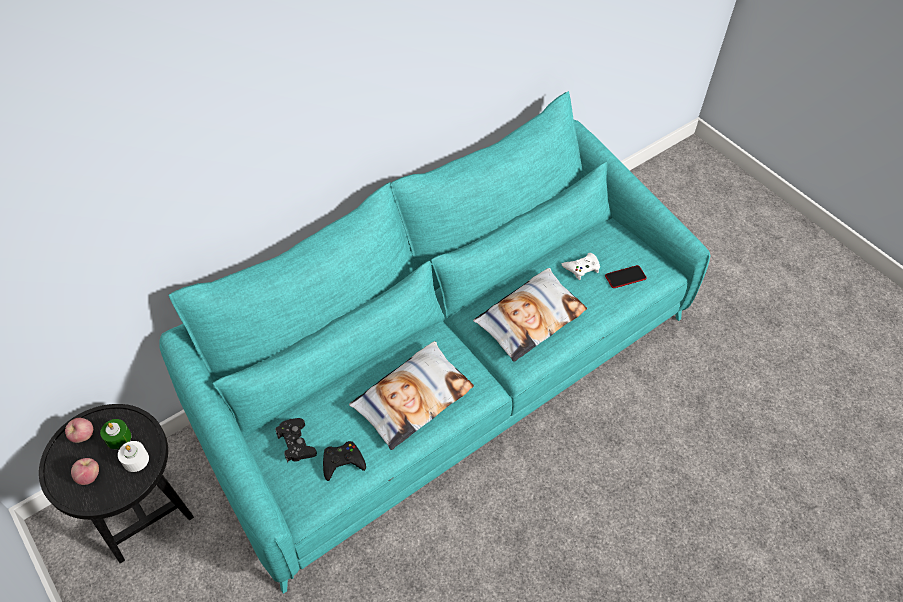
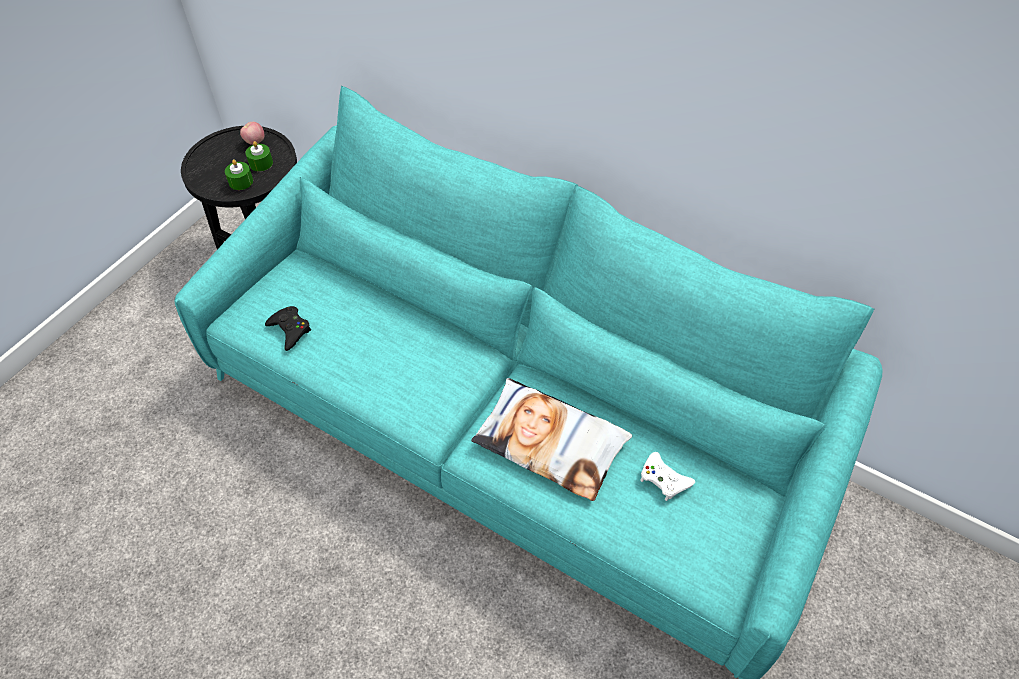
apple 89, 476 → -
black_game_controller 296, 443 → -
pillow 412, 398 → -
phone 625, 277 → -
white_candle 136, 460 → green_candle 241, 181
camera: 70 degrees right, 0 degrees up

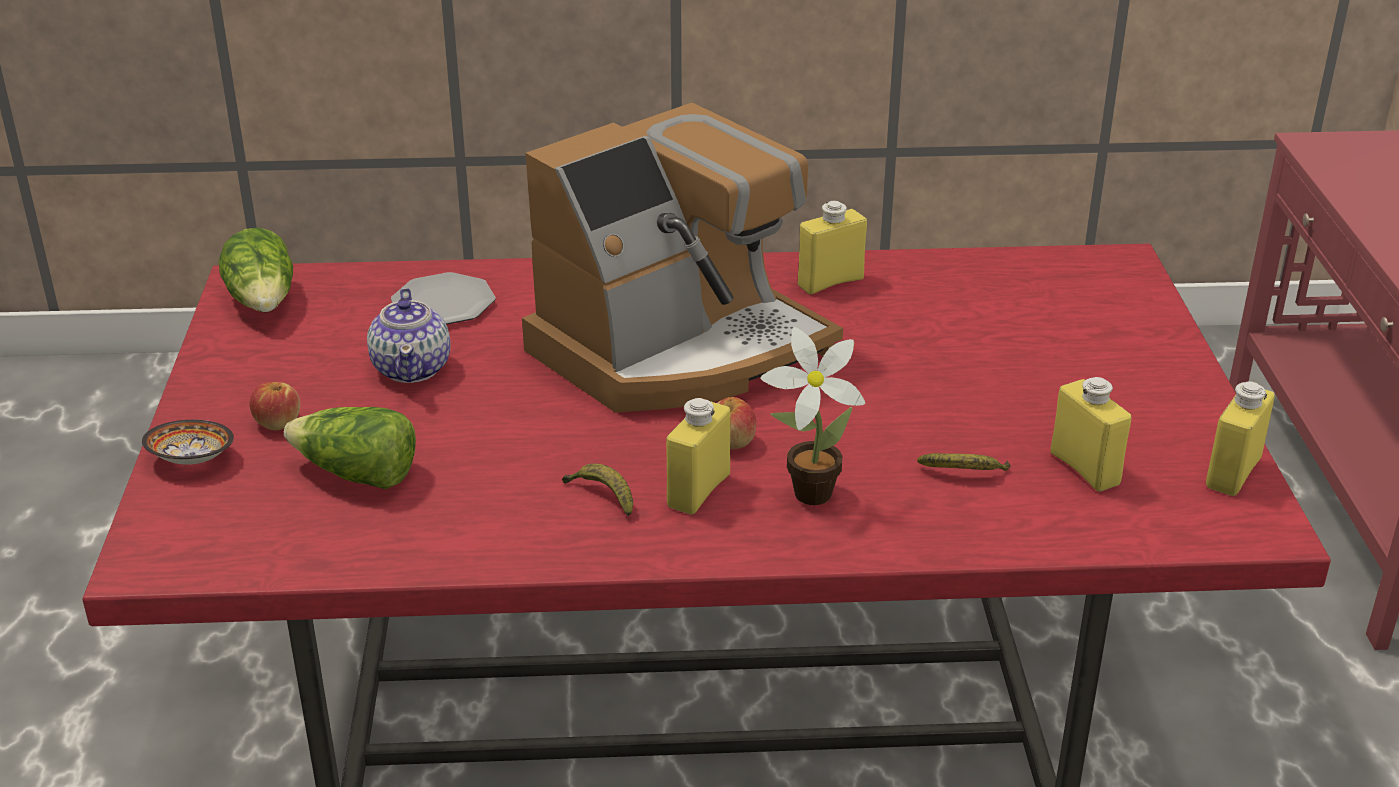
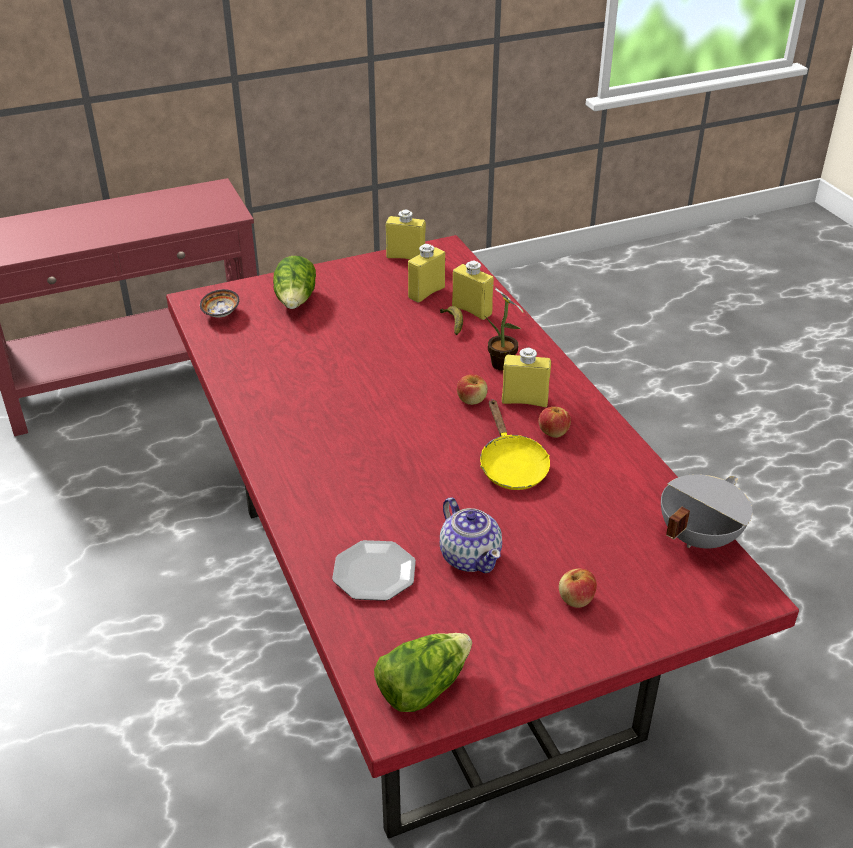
coffee_machine 680, 349 → -
- → yellow_frying_pan 511, 466
- → grey_cooking_pot 697, 536
bowl 192, 459 → bowl 221, 313, moved
lettuce 357, 475 → lettuce 296, 301, moved
yellow_bottle 830, 282 → yellow_bottle 472, 310, moved
banana 603, 496 → apple 553, 432
teapot 412, 368 → teapot 470, 556, 90 degrees clockwise
camera: 110 degrees left, 5 degrees up

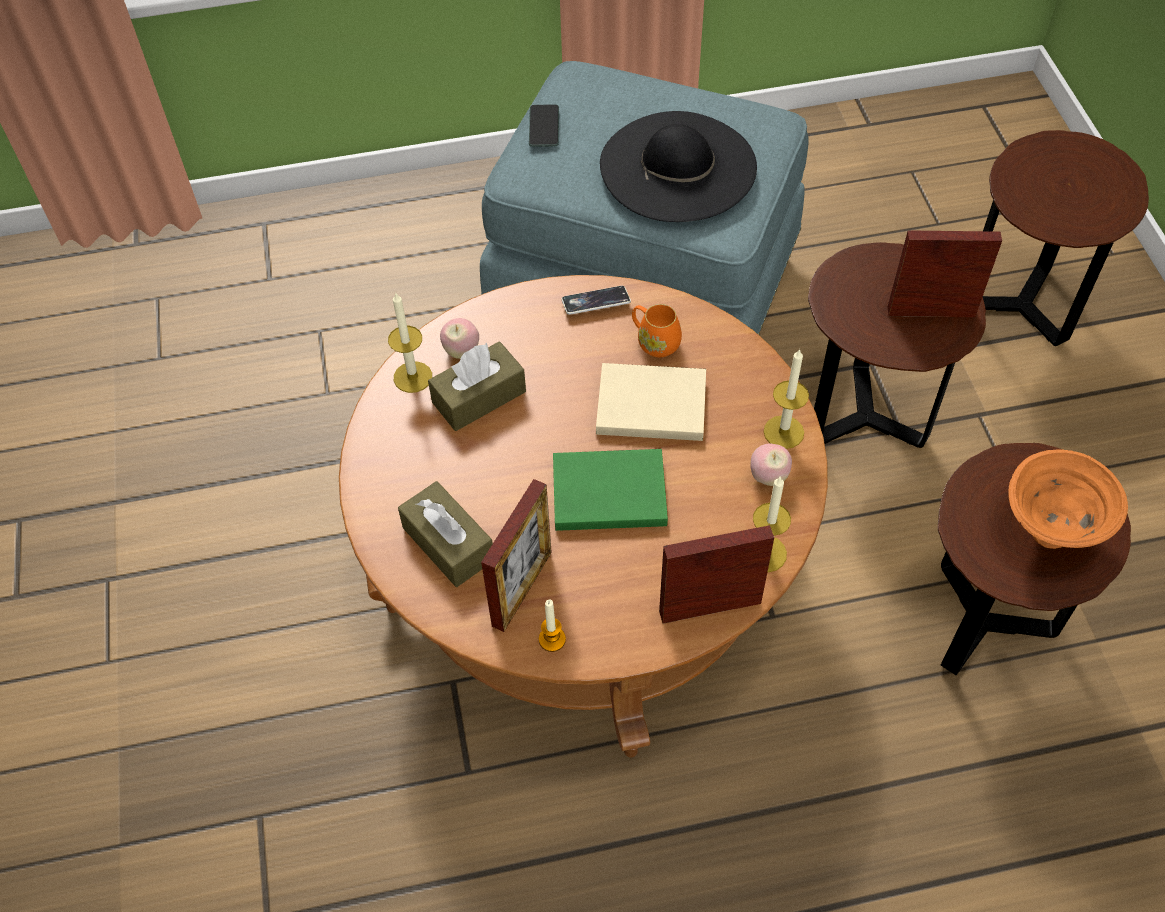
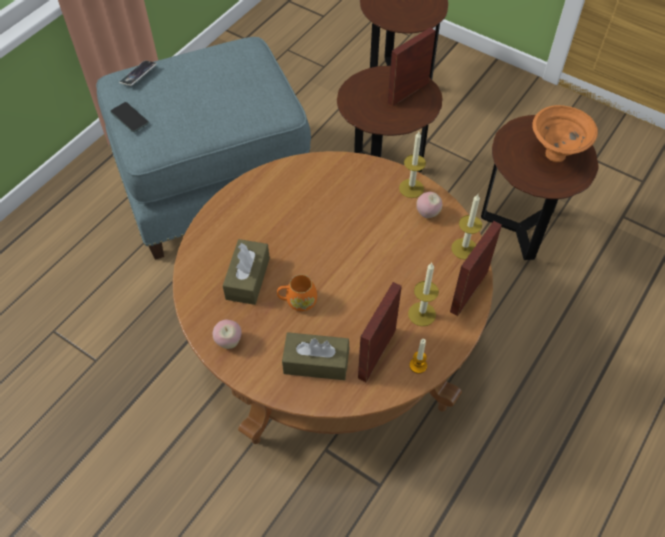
green_book 605, 491 → -
beige_book 648, 404 → -
black_hat 677, 166 → -
candle 413, 377 → candle 422, 314, moved
apple 461, 351 → apple 229, 341, moved
phone 596, 303 → phone 138, 75, moved
orange_mug 654, 342 → orange_mug 297, 301, moved
picture_frame 522, 588 → picture_frame 377, 354, 135 degrees counterclockwise
camera: 45 degrees left, 0 degrees up

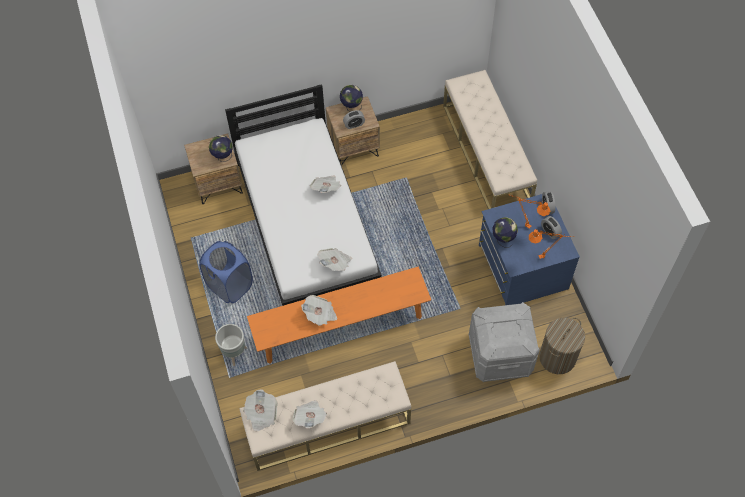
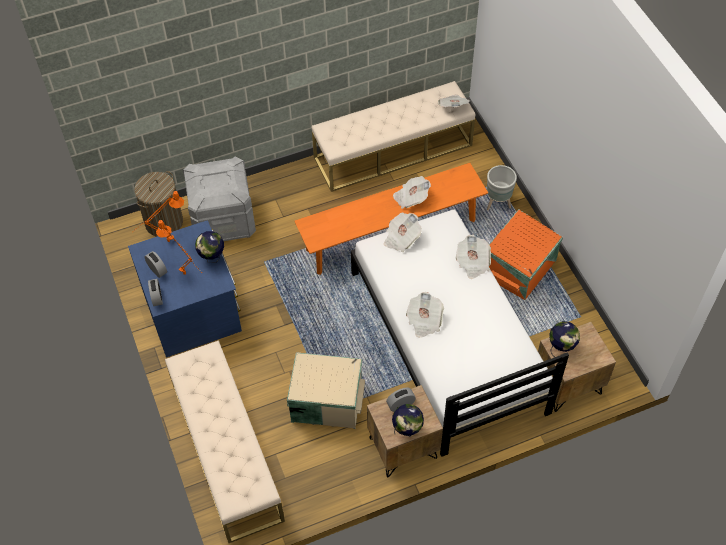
- → beige_storage_box 326, 400
newspaper 310, 417 → newspaper 473, 263, moved
blue_laundry_basket 230, 285 → orange_storage_box 520, 268
camera: 175 degrees right, 5 degrees down

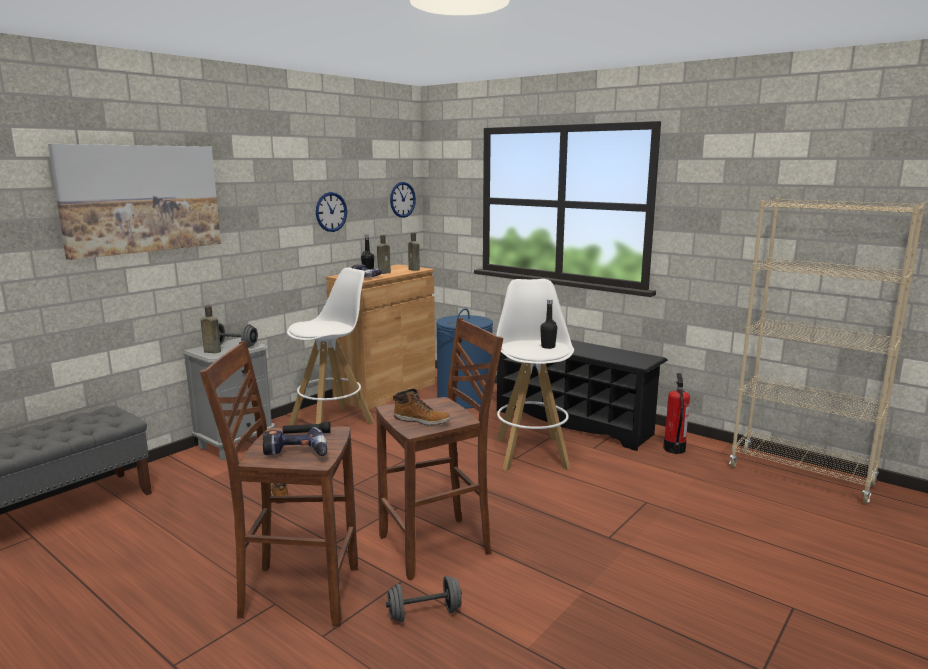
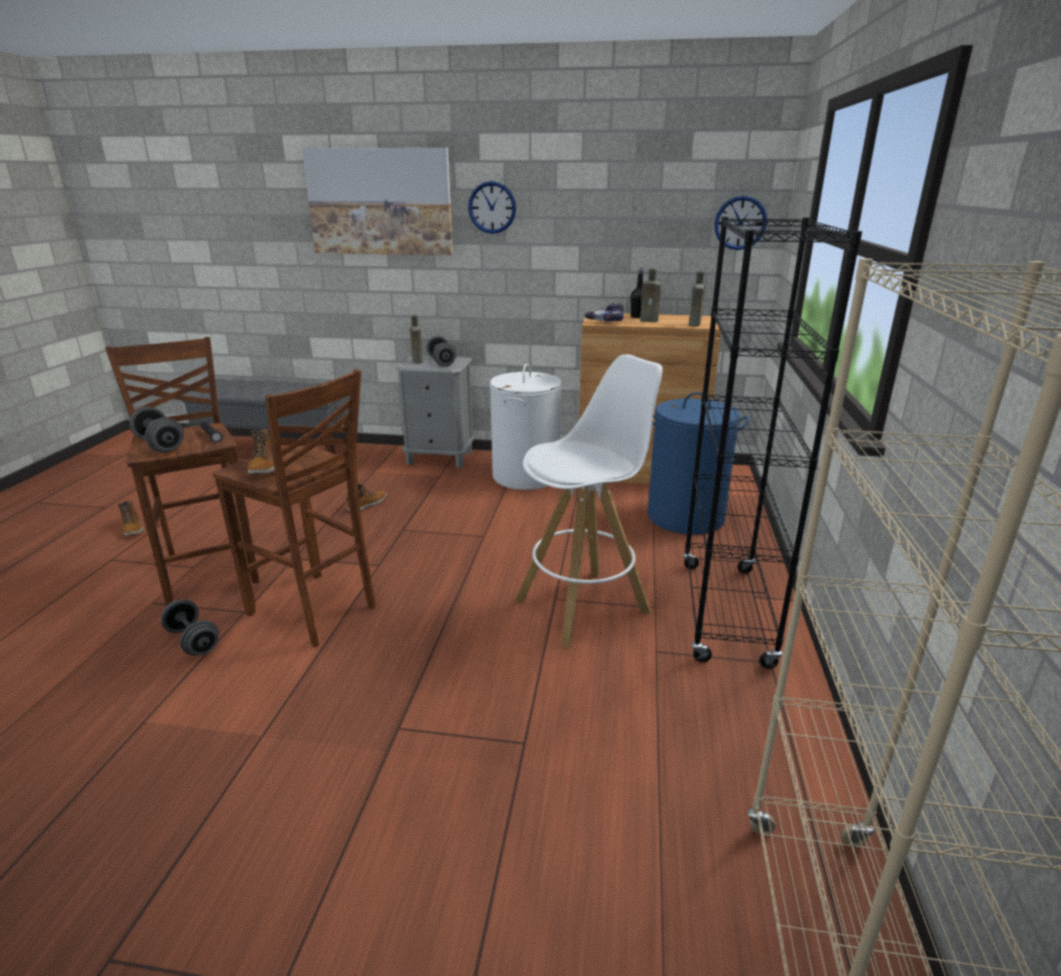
black_bottle 548, 347 → -
fire_extinguisher 674, 449 → -
- → boot 133, 528
wall_clock 331, 212 → wall_clock 492, 207, moved
power_drill 296, 454 → grey_dumbbell 160, 445
white_stool 332, 423 → white_laundry_basket 526, 476
black_shoe_rack 574, 422 → black_bookcase 725, 613
camera: 60 degrees right, 10 degrees up

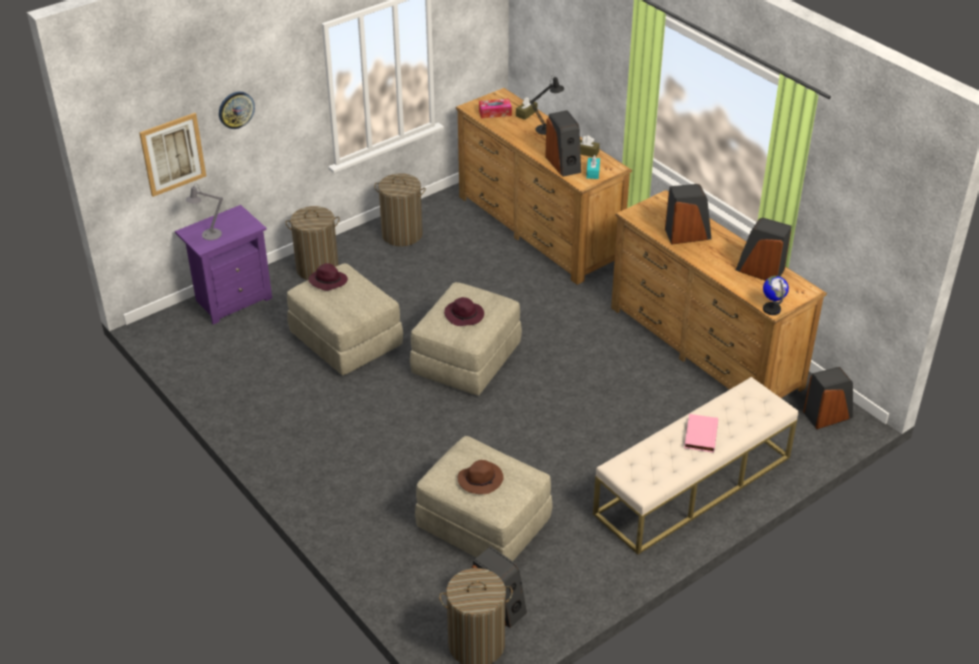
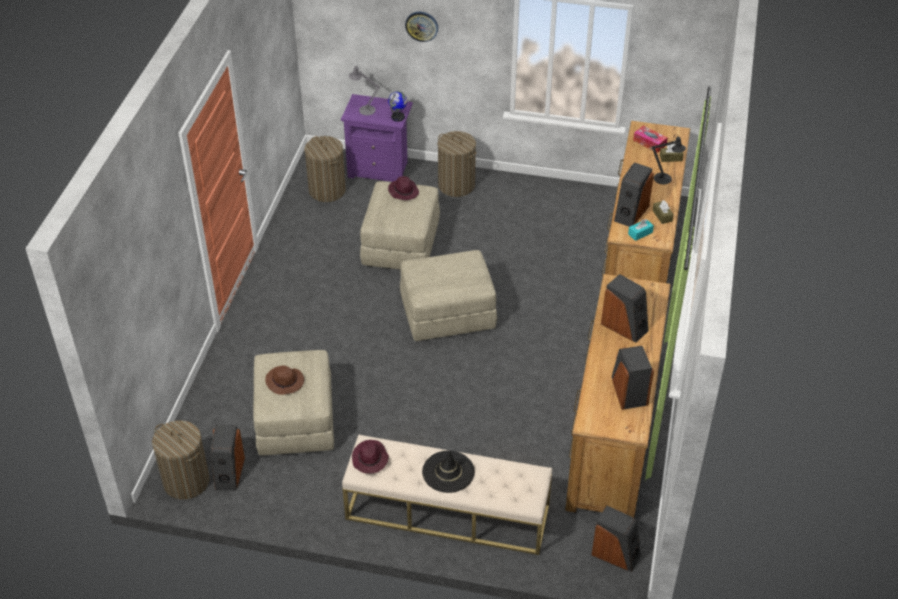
picture 173, 154 → -
laundry_basket 402, 234 → laundry_basket 327, 190, moved
purple_hat 464, 315 → purple_hat 370, 459, moved
globe 771, 309 → globe 398, 117, moved
pink_book 699, 435 → black_hat 448, 472
camera: 50 degrees right, 5 degrees up

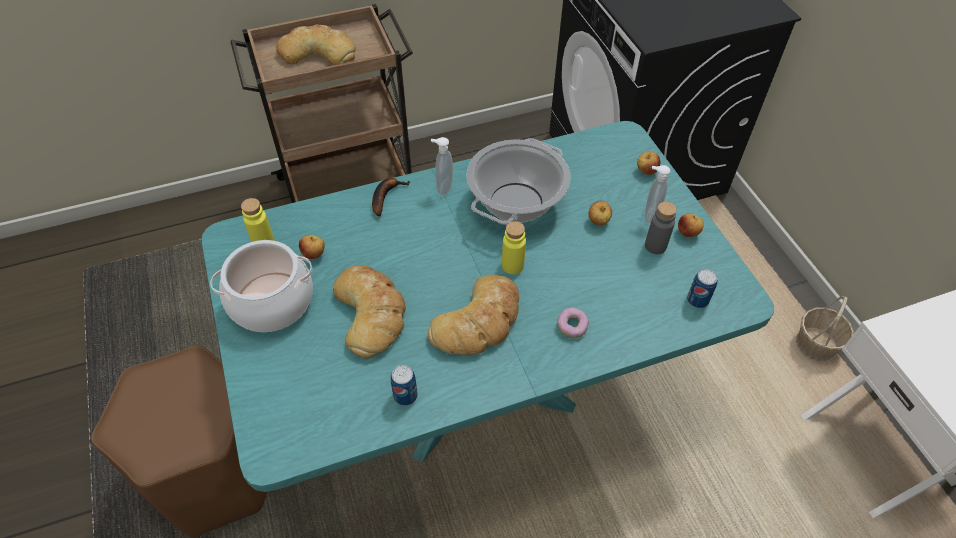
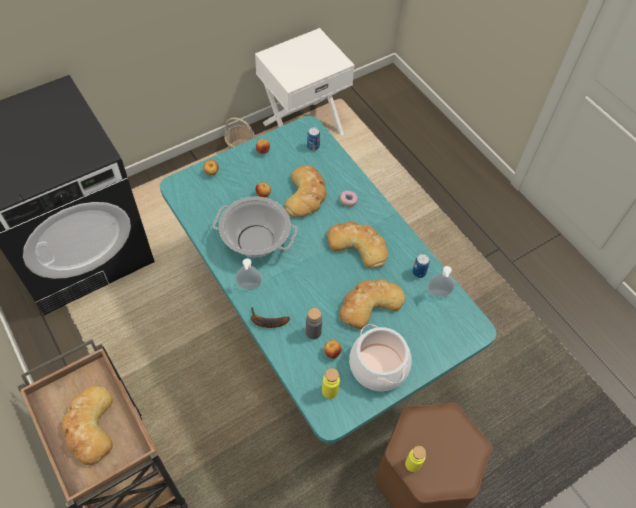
- → bread 306, 194
yellow_bottle 512, 265 → yellow_bottle 412, 464, moved
soap_dispenser 649, 214 → soap_dispenser 438, 294, moved
grey_bottle 655, 246 → grey_bottle 313, 332, moved
camera: 105 degrees left, 5 degrees up

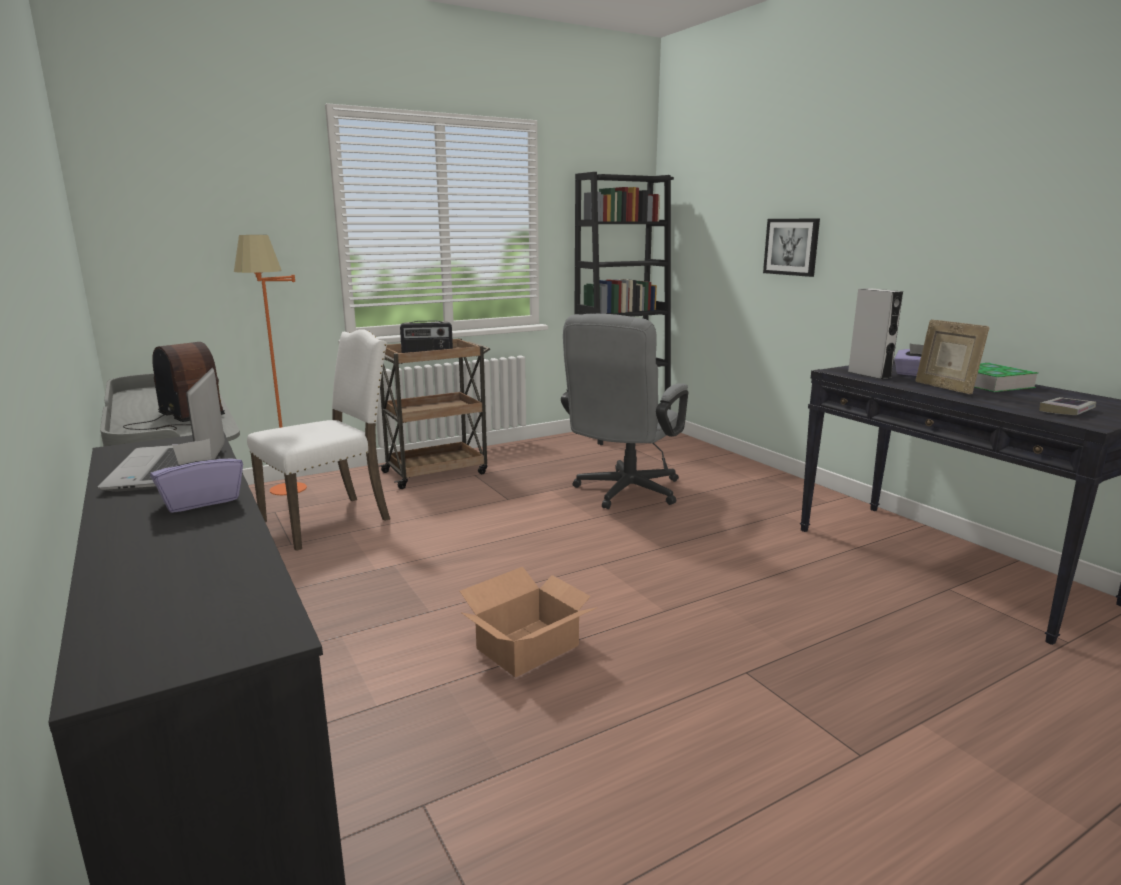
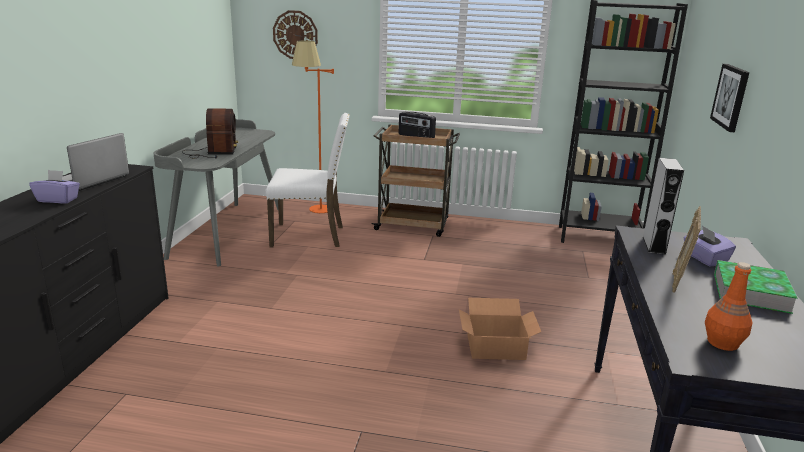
grey_office_chair 623, 493 → -
- → wall_clock 295, 35
cardboard_box 529, 647 → cardboard_box 496, 347, moved
book 1066, 411 → orange_bottle 722, 342
camera: 40 degrees right, 5 degrees up

